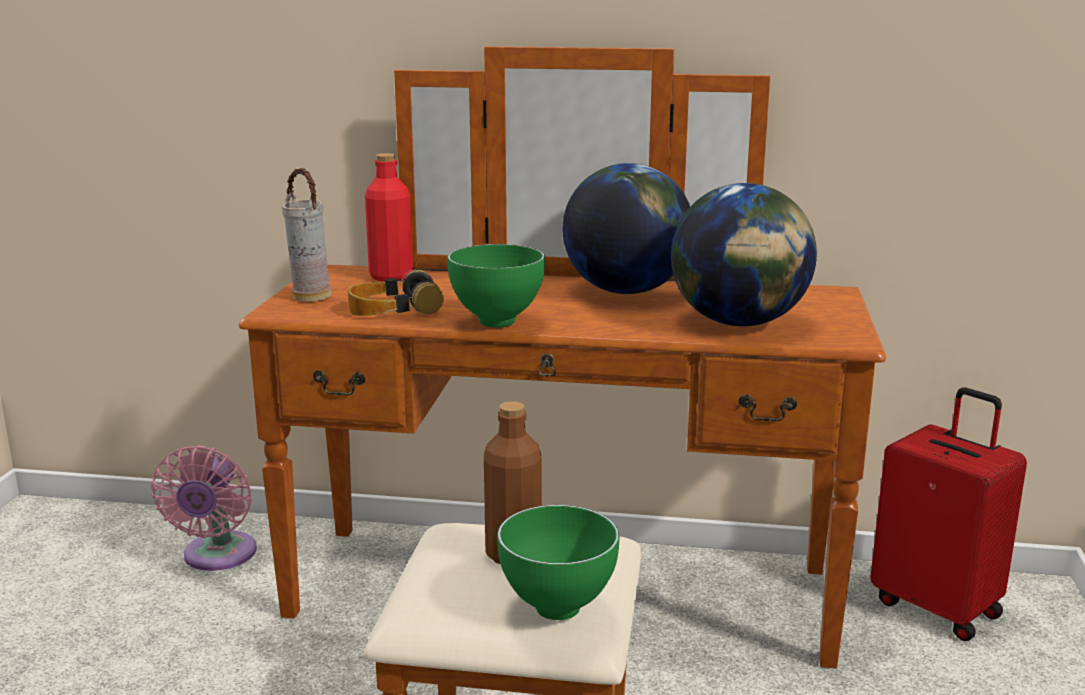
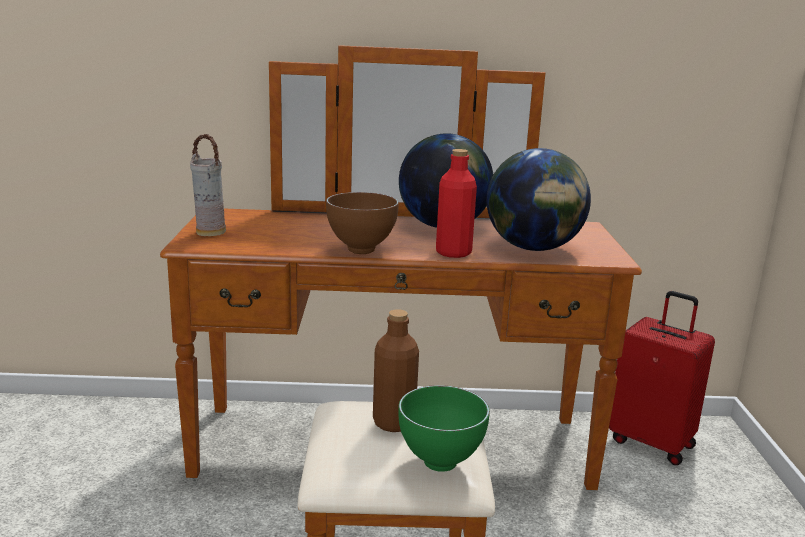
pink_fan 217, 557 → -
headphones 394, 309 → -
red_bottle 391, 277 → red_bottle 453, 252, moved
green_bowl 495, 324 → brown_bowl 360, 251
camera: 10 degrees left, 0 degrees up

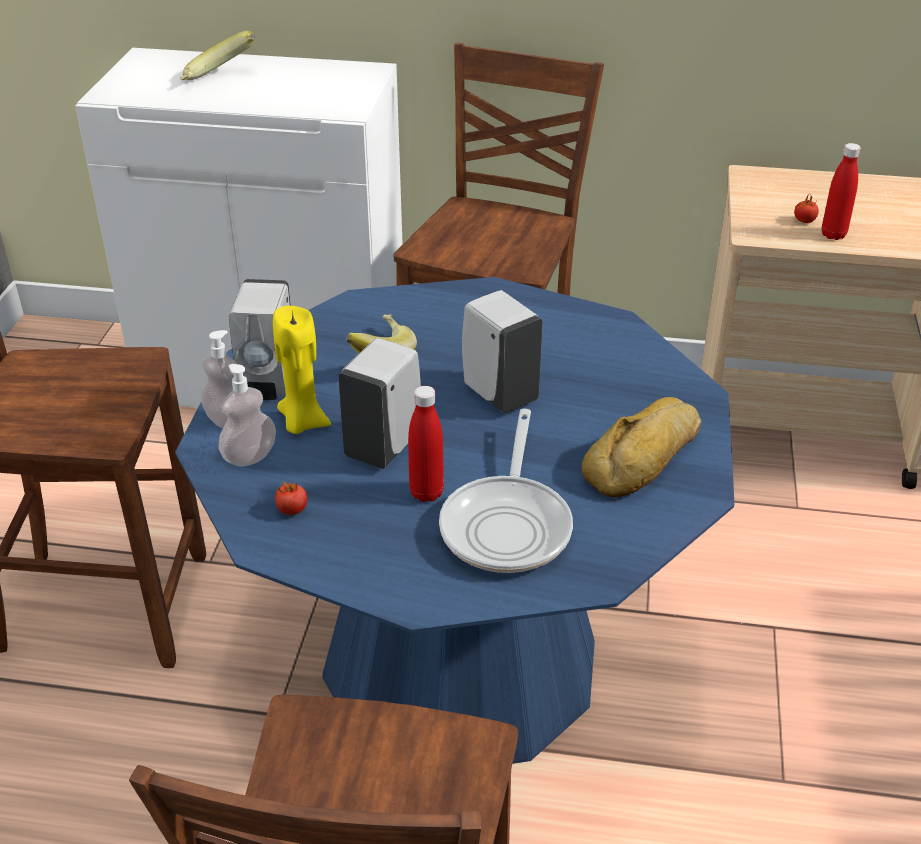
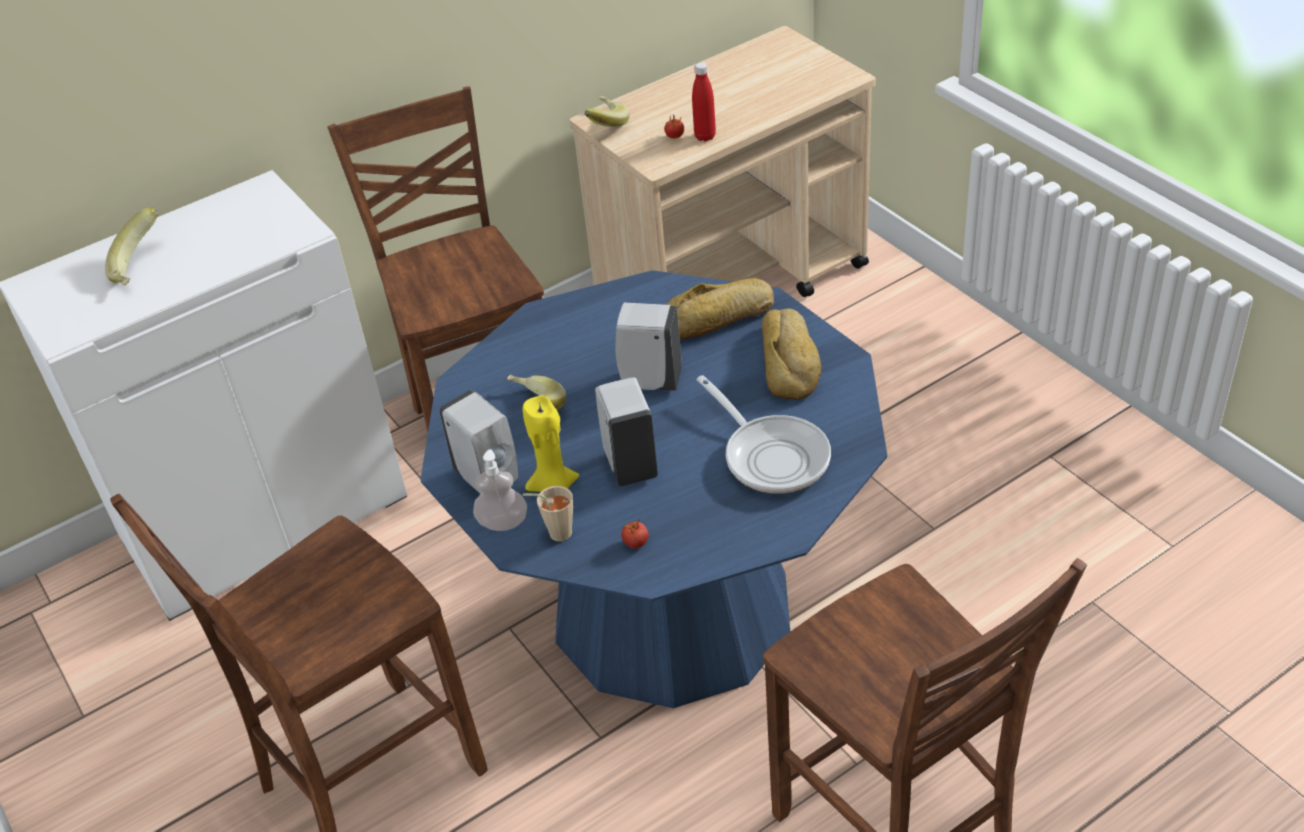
red_bottle 426, 493 → -
- → banana 603, 125
- → bread 719, 318
soap_dispenser 250, 456 → beige_cup 555, 533
camera: 40 degrees left, 5 degrees up

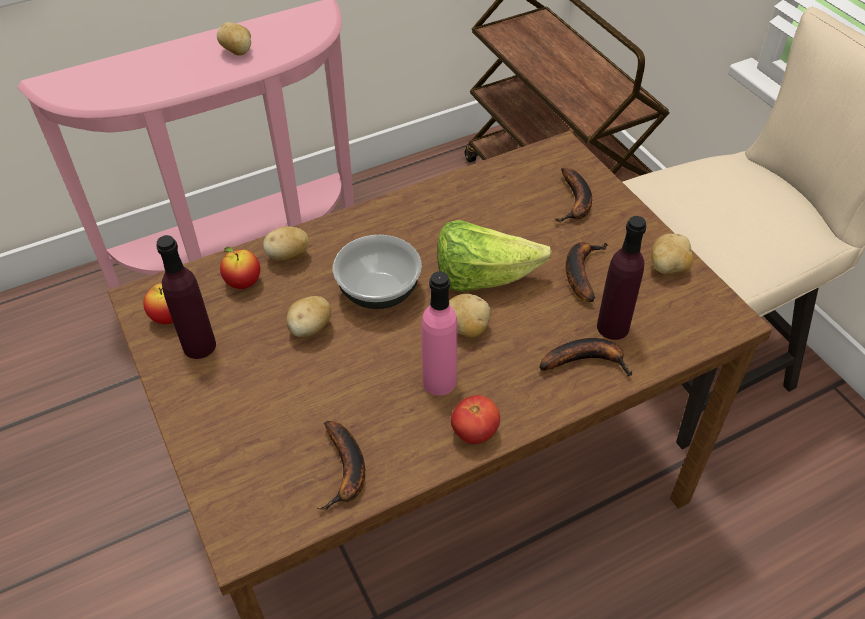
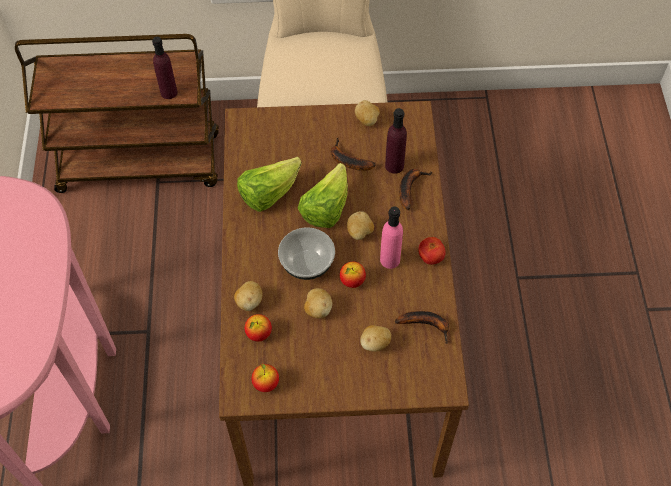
banana 576, 202 → -
- → lettuce 269, 194
- → apple 352, 281
purple_bottle 199, 346 → purple_bottle 169, 92, moved
potato 238, 52 → potato 375, 343, moved
camera: 65 degrees left, 10 degrees up

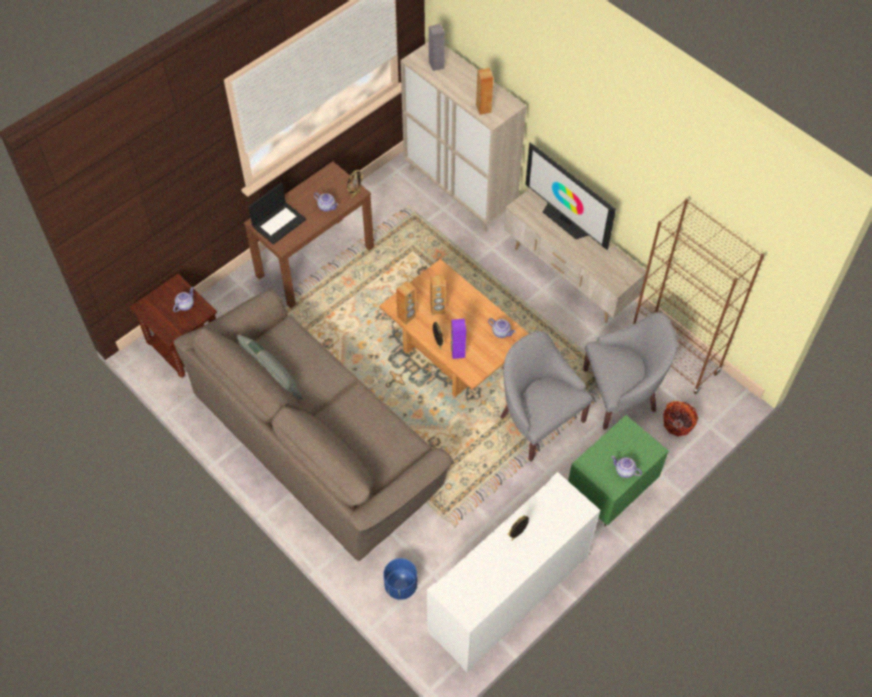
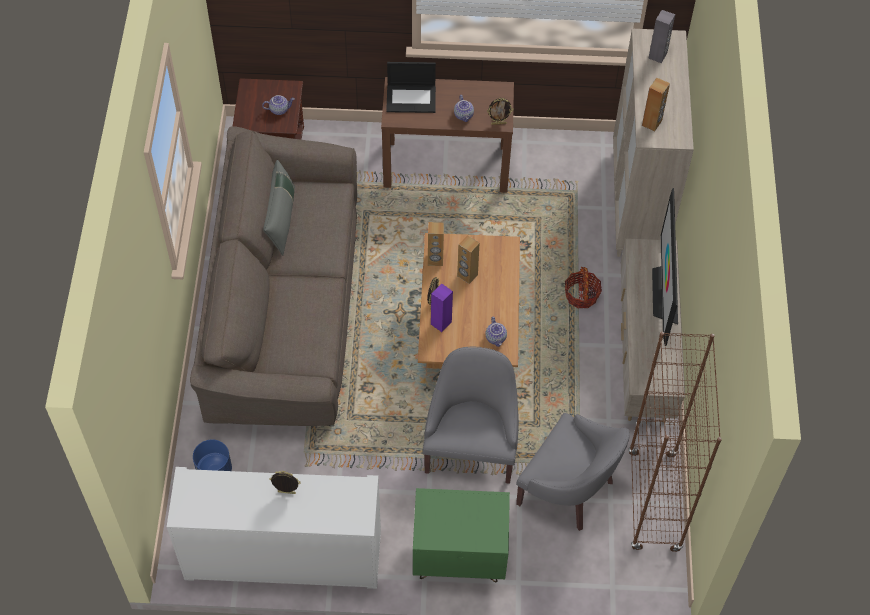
teapot 624, 471 → -
basket 678, 423 → basket 581, 295, moved
camera: 45 degrees right, 0 degrees up

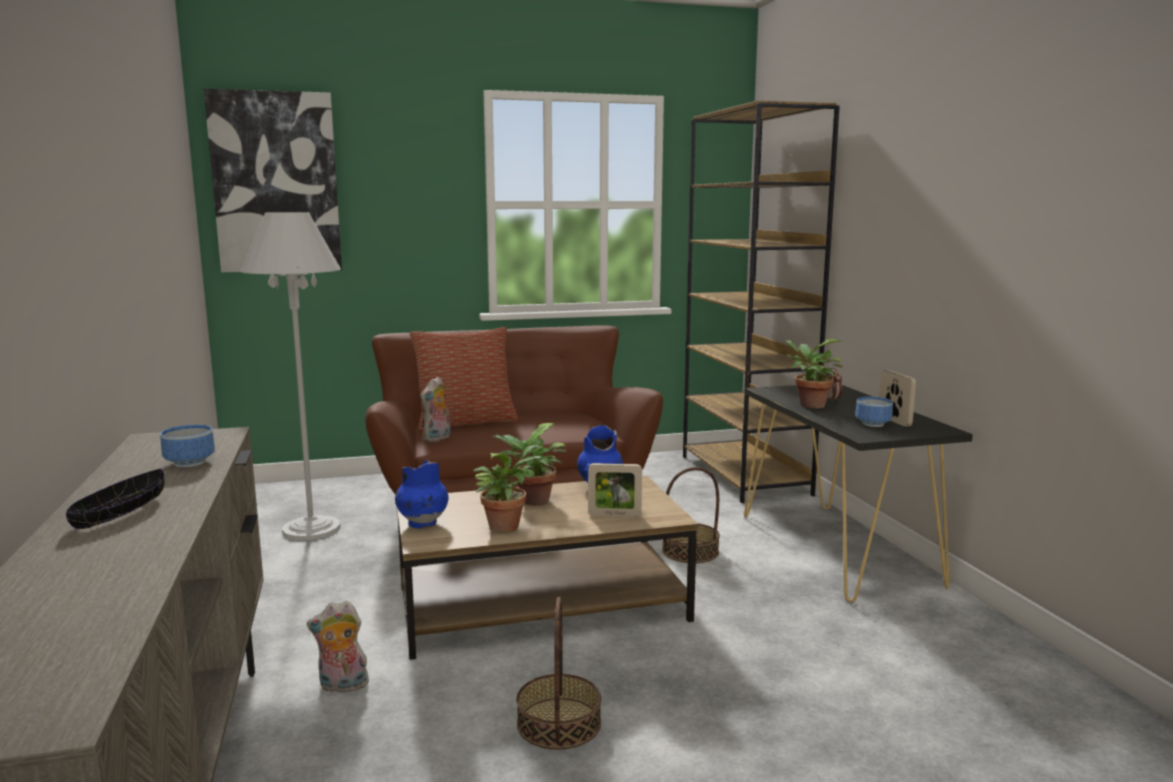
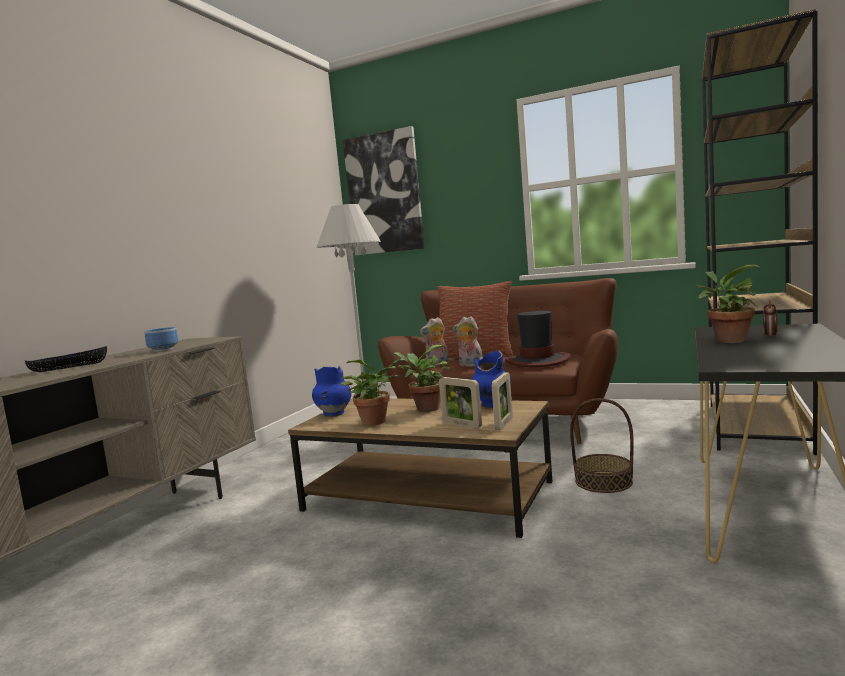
basket 558, 723 → -
bowl 874, 424 → -
- → hat 537, 361
plush_toy 342, 686 → plush_toy 469, 365, moved
picture_frame 894, 421 → picture_frame 504, 424, moved
camera: 40 degrees right, 5 degrees down

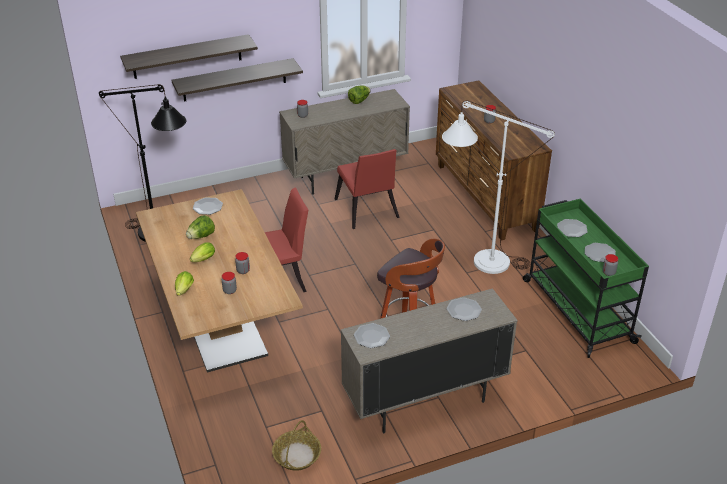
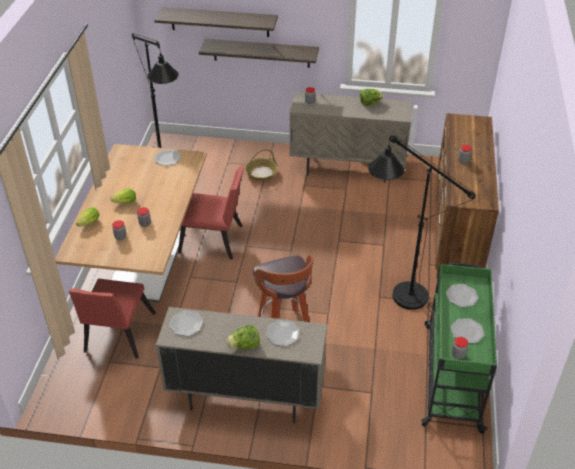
lettuce 201, 236 → lettuce 244, 345, moved
basket 297, 455 → basket 261, 173, moved
red_chair 367, 211 → red_chair 117, 336, moved
white_floor_lamp 480, 262 → black_floor_lamp 400, 292
camera: 30 degrees right, 5 degrees up

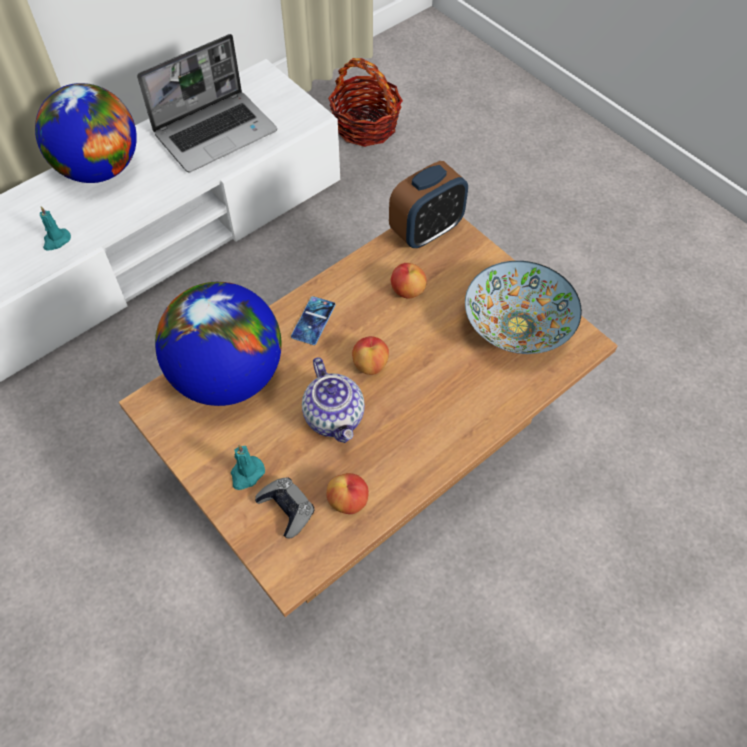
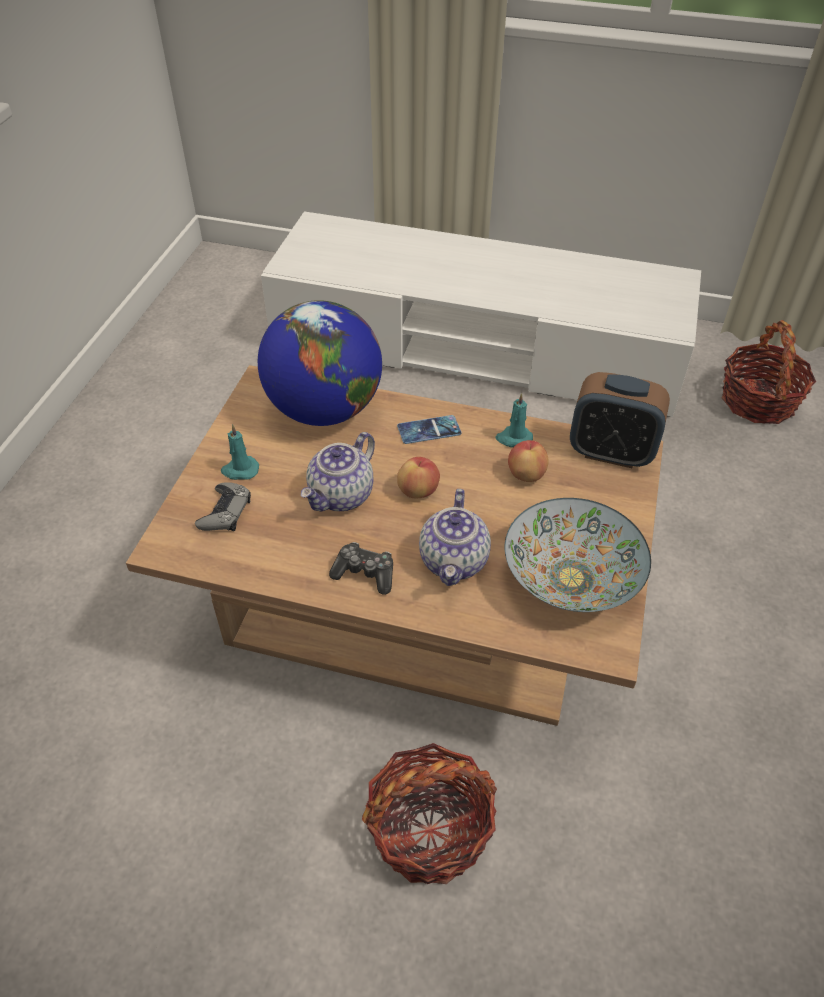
globe 100, 169 → -
laptop 216, 132 → -
apple 348, 501 → -
- → game_controller 365, 573
- → basket 430, 829
- → teapot 454, 561
turquoise_candle 56, 241 → turquoise_candle 513, 438, moved
camera: 55 degrees right, 10 degrees down

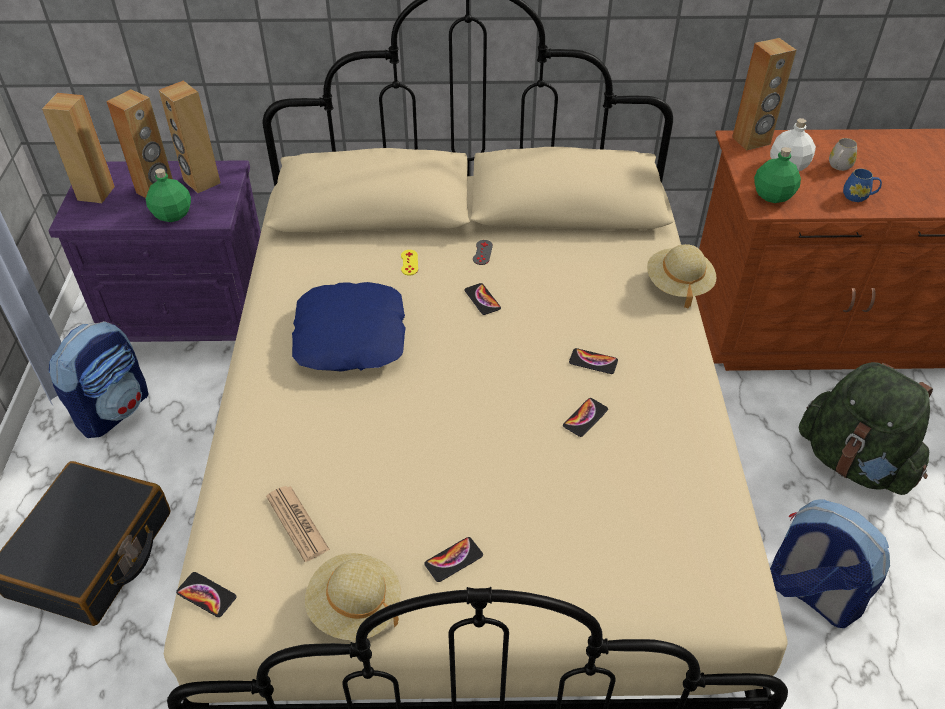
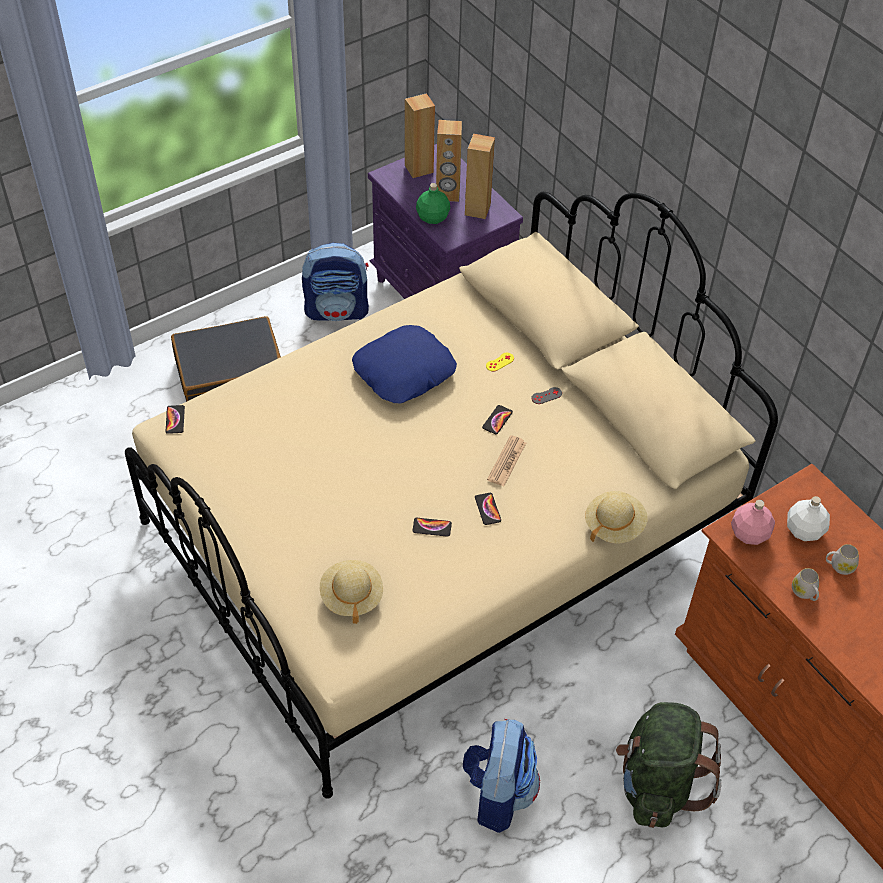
phone 453, 560 → -
brown_speaker 751, 141 → -
newspaper 297, 523 → newspaper 506, 461, moved
beige_hat 355, 607 → beige_hat 351, 596, moved
green_bottle 772, 196 → pink_bottle 748, 534
blue_mug 858, 196 → white_mug 805, 593
camera: 55 degrees right, 5 degrees up

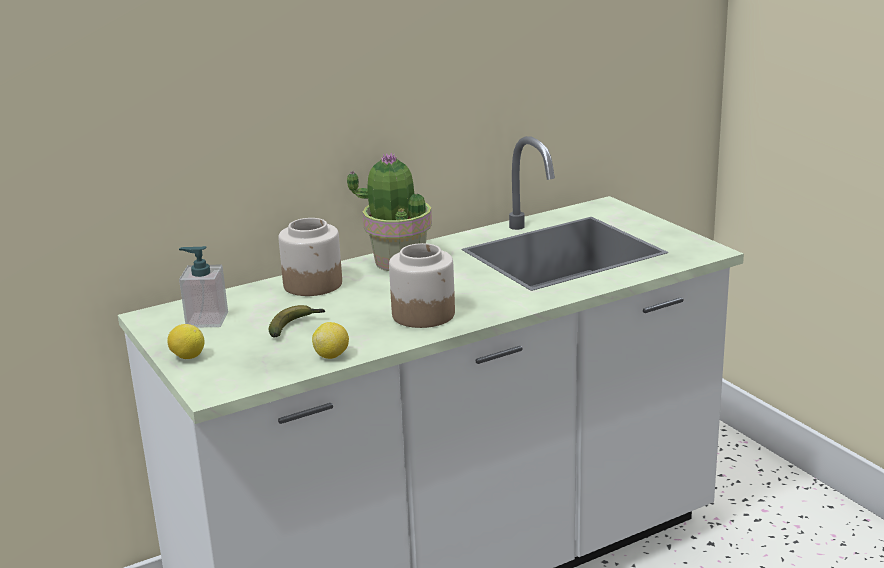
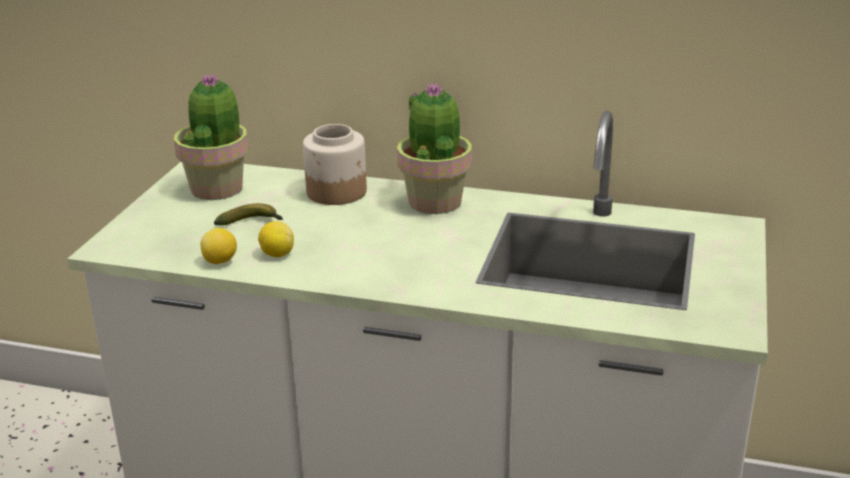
jar 423, 314 → -
lemon 187, 357 → lemon 277, 254, moved
soap_dispenser 206, 320 → potted_plant 218, 188
camera: 45 degrees right, 5 degrees up

